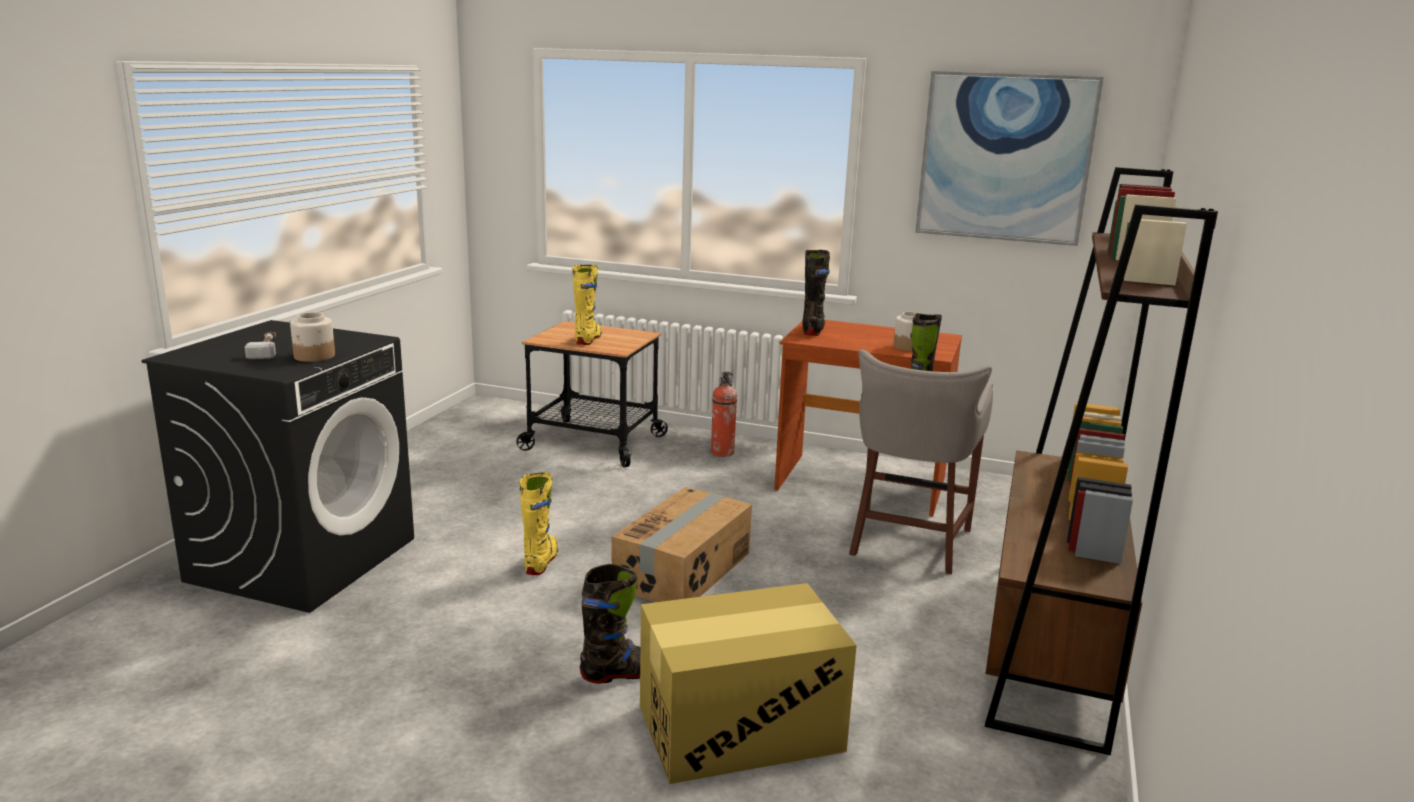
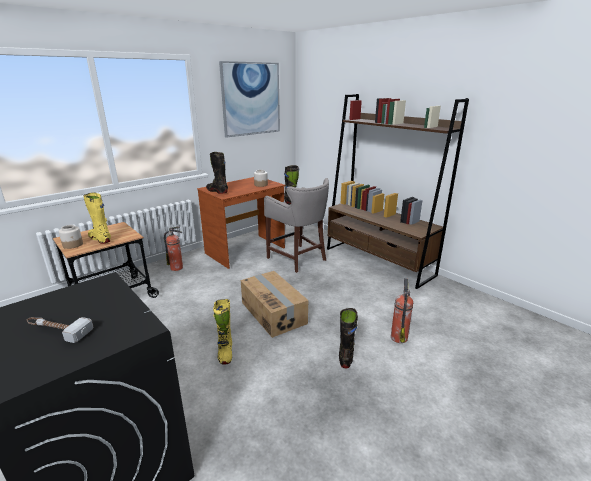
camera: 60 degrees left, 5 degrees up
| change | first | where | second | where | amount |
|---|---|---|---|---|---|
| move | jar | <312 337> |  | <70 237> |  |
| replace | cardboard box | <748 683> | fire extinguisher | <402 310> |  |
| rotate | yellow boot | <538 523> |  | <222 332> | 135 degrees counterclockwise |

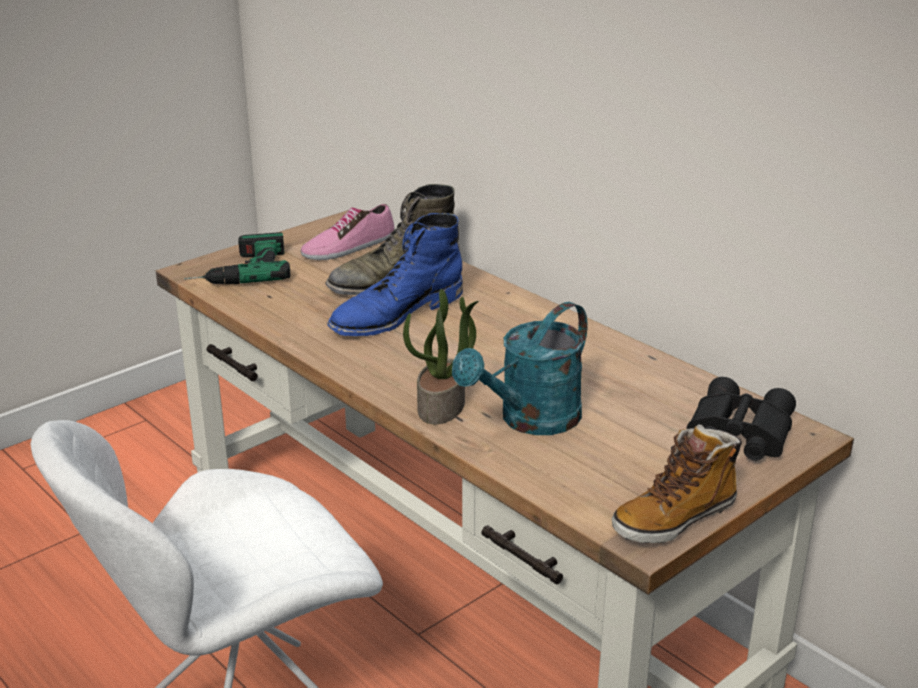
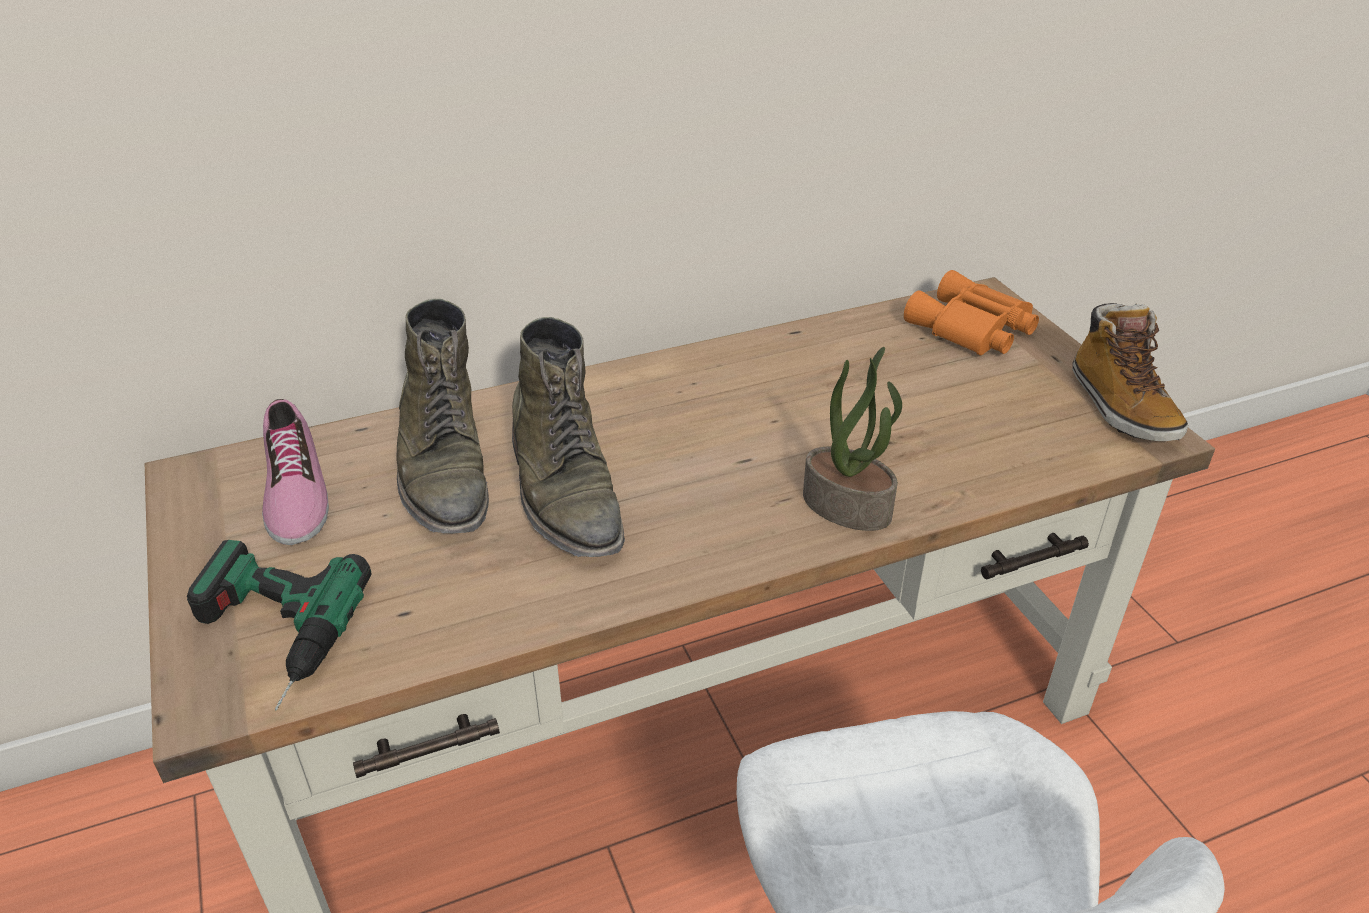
camera: 70 degrees left, 10 degrees up
| change | first | where | second | where | amount |
|---|---|---|---|---|---|
| delete | turquoise watering can | <520 368> |  |  |  |
| recolor | blue boot | <395 274> | green boot | <568 437> |  |
| recolor | black binoculars | <741 419> | orange binoculars | <971 313> |  |

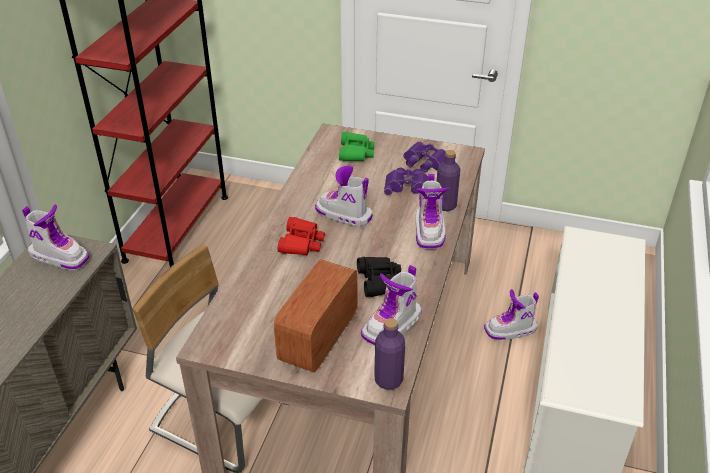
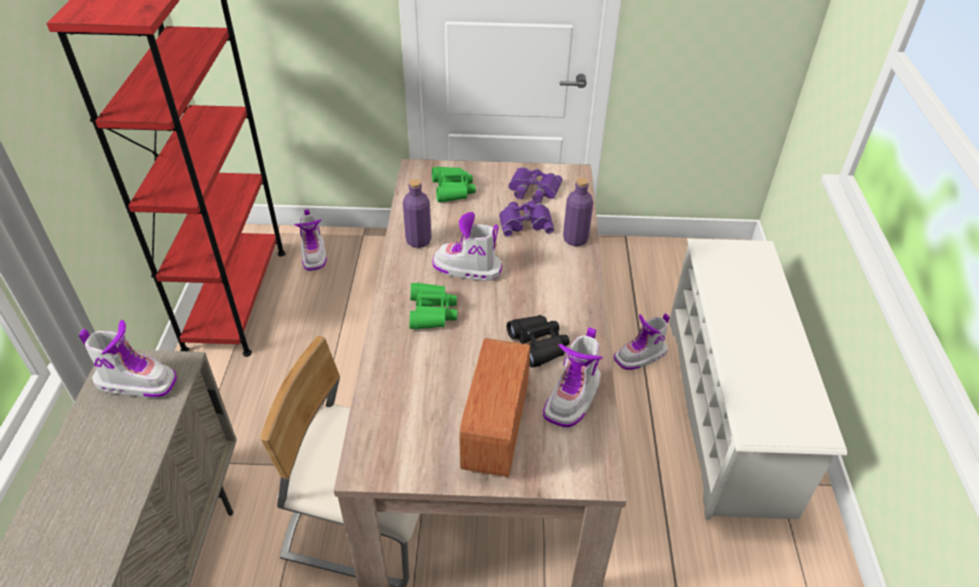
camera: 15 degrees left, 5 degrees up
| change | first | where | second | where | amount |
|---|---|---|---|---|---|
| move | purple bottle | <389 354> |  | <417 213> |  |
| move | boot | <432 211> |  | <310 240> |  |
| recolor | red binoculars | <301 236> | green binoculars | <433 306> |  |

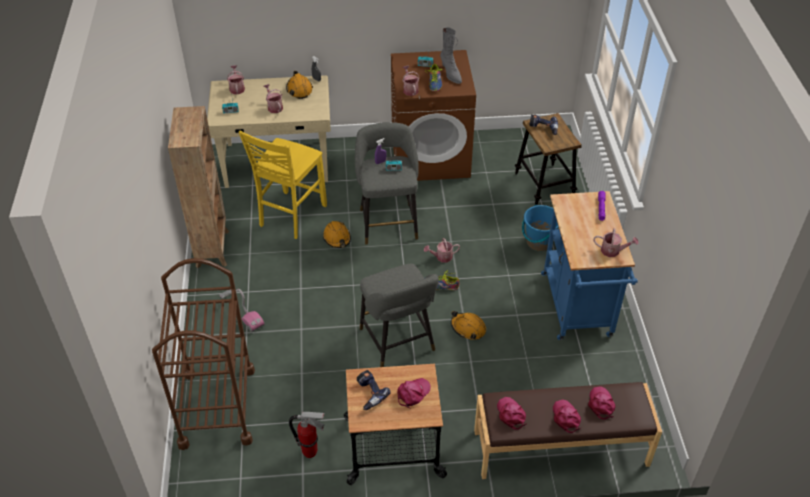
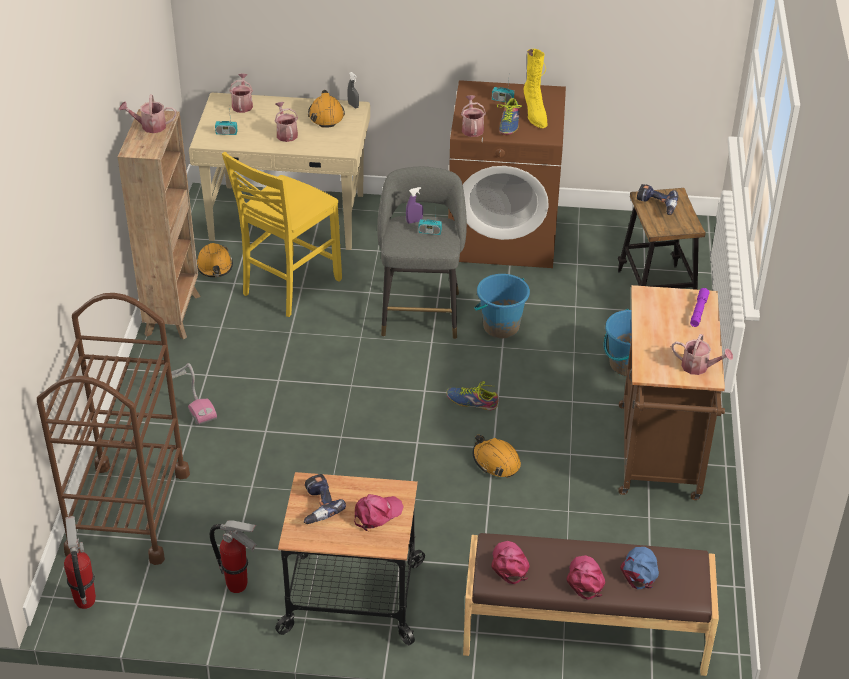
camera: 10 degrees right, 5 degrees down
| change | first | where | second | where | amount |
|---|---|---|---|---|---|
| delete | grey stool | <399 315> |  |  |  |
| insert |  |  | fire extinguisher | <80 562> |  |
| insert |  |  | blue bucket | <502 306> |  |
| move | orange hard hat | <337 234> |  | <215 260> |  |
| move | watering can | <442 250> |  | <147 113> |  |
| recolor | grey boot | <451 55> | yellow boot | <535 88> |  |
| recolor | blue cart | <589 265> | brown cart | <671 392> |  |
| recolor | pink cap | <601 403> | blue cap | <639 568> |  |

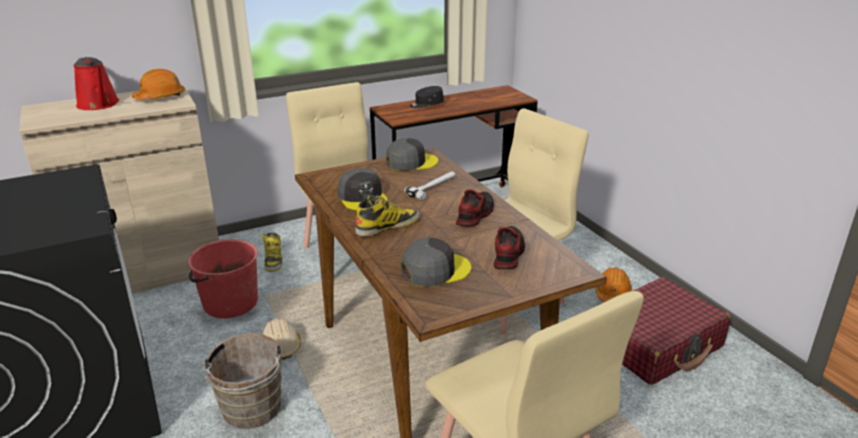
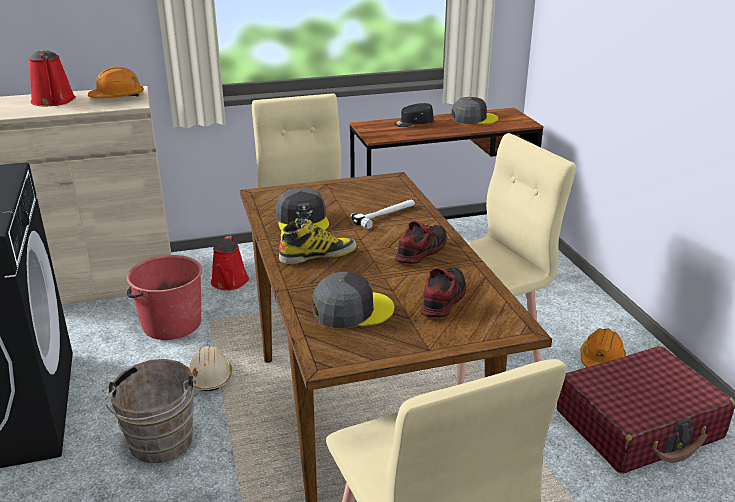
camera: 10 degrees right, 0 degrees up
| change | first | where | second | where | amount |
|---|---|---|---|---|---|
| move | grey cap | <412 154> |  | <474 110> |  |
| replace | boot | <272 252> | red watering can | <230 263> |  |

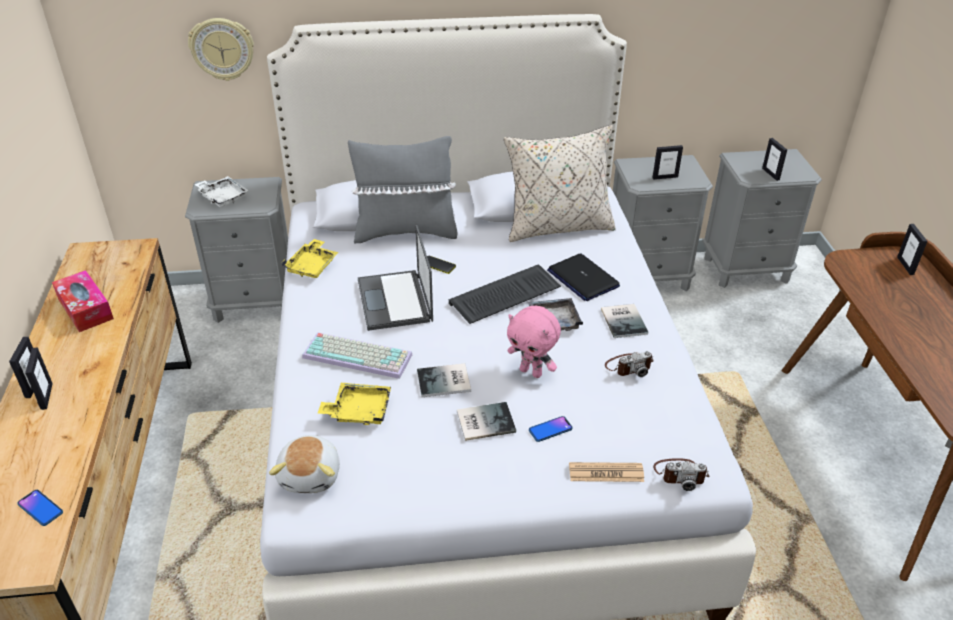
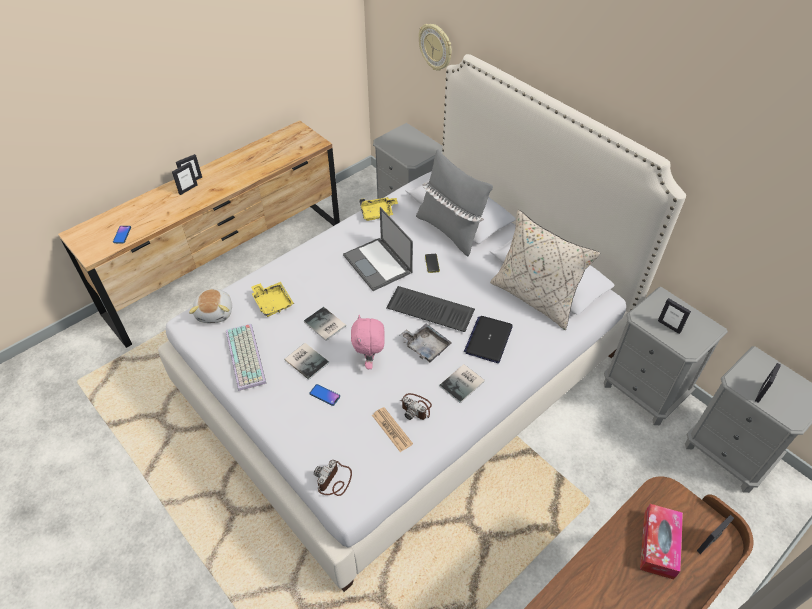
camera: 55 degrees right, 10 degrees up
| change | first | where | second | where | amount |
|---|---|---|---|---|---|
| delete | white tray | <221 192> |  |  |  |
| move | tissue box | <83 301> |  | <661 541> |  |
| move | keyboard | <357 355> |  | <246 357> |  |
| move | newspaper | <606 472> |  | <392 429> |  |
| rotate | plush toy | <304 464> |  | <210 305> | 60 degrees counterclockwise |
| rotate | laptop | <395 277> |  | <378 249> | 75 degrees counterclockwise |
| rotate | photo camera | <681 474> |  | <333 478> | 60 degrees clockwise |

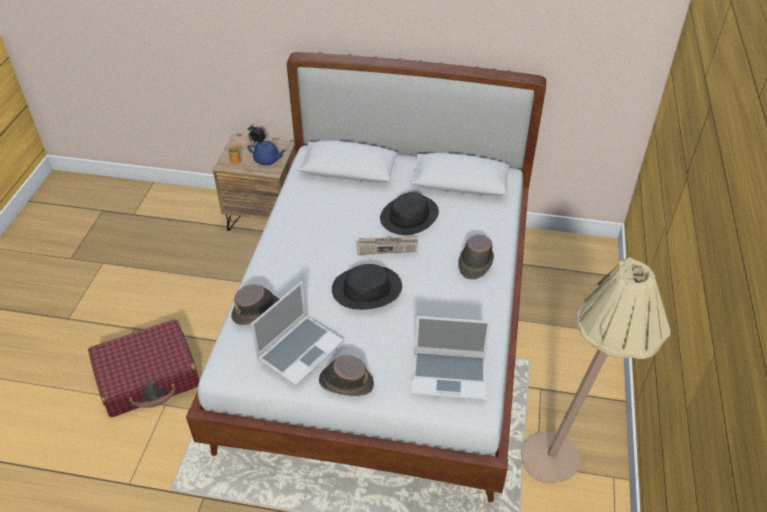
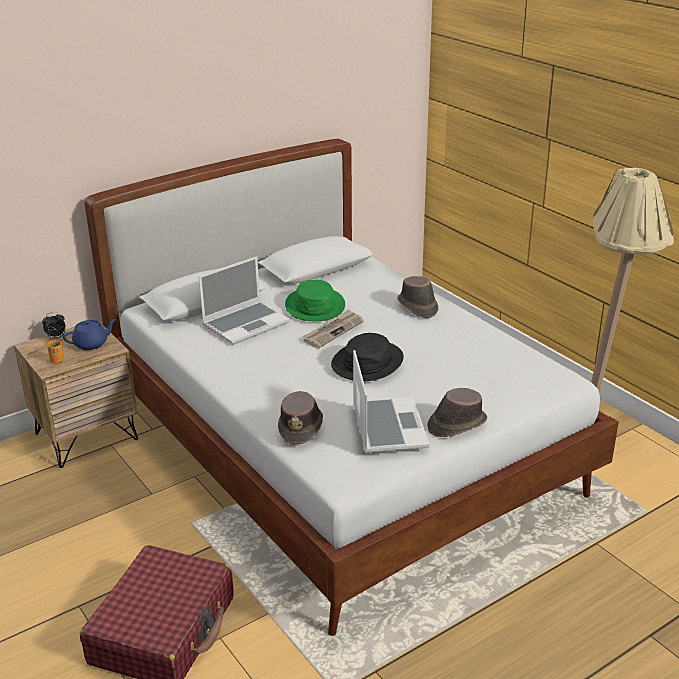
camera: 45 degrees left, 15 degrees down
| change | first | where | second | where | amount |
|---|---|---|---|---|---|
| move | laptop | <451 358> |  | <244 300> |  |
| recolor | black hat | <409 213> | green hat | <315 300> |  |

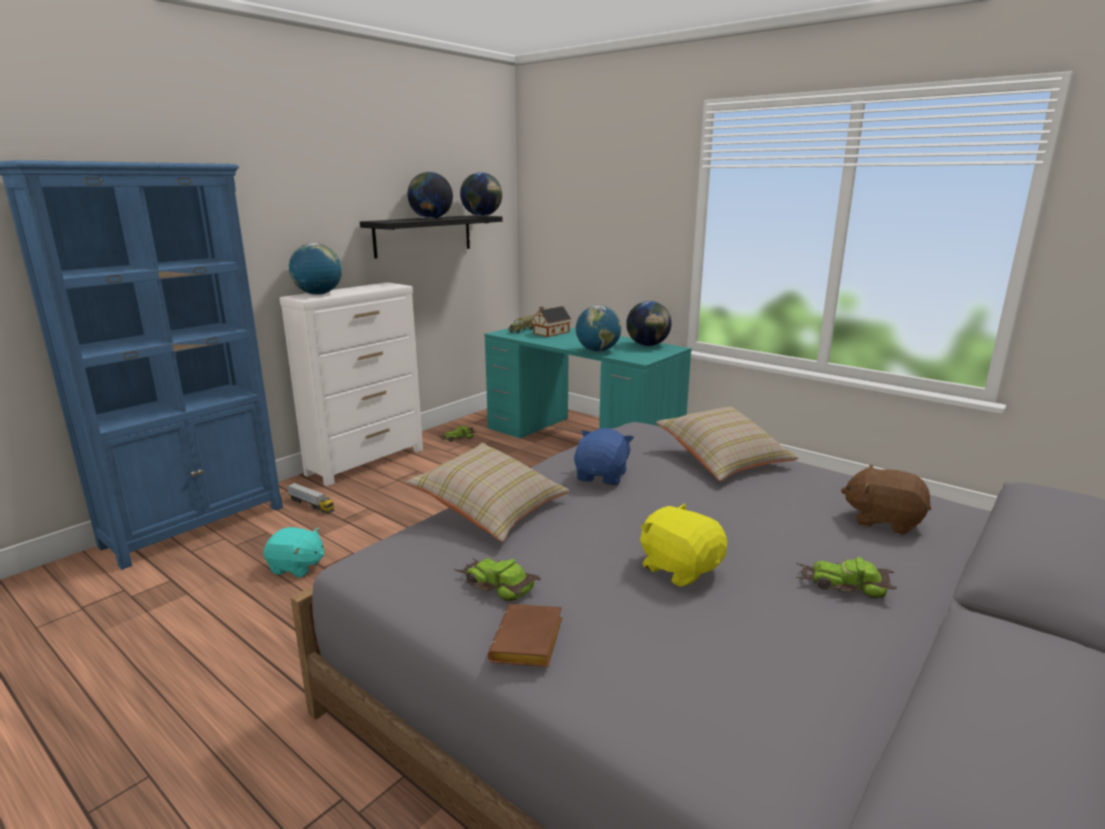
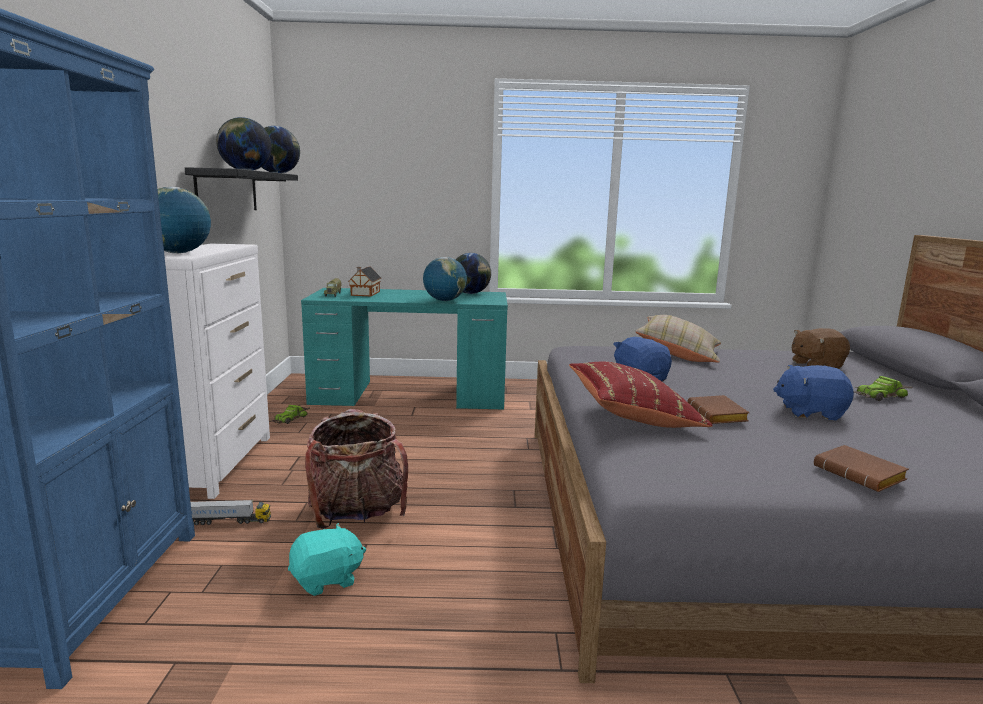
camera: 40 degrees left, 5 degrees down
| change | first | where | second | where | amount |
|---|---|---|---|---|---|
| delete | toy car | <497 580> |  |  |  |
| insert |  |  | backpack | <356 469> |  |
| insert |  |  | brown book | <719 409> |  |
| recolor | beige pillow | <488 492> | red pillow | <641 394> |  |
| recolor | yellow plush toy | <683 545> | blue plush toy | <813 392> |  |

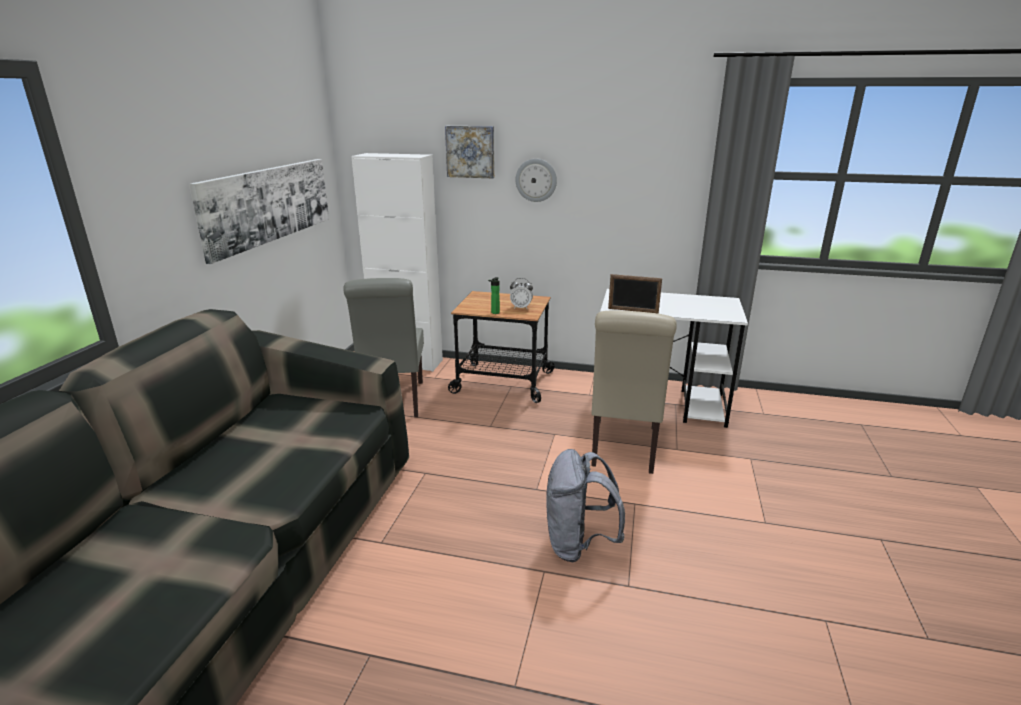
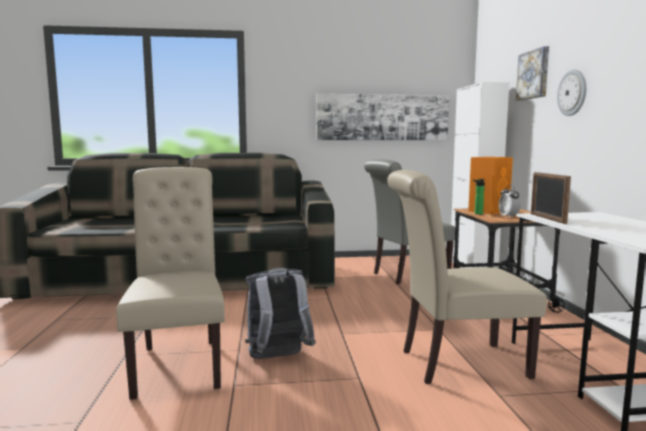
camera: 70 degrees right, 15 degrees down
| change | first | where | second | where | amount |
|---|---|---|---|---|---|
| insert |  |  | beige chair | <170 283> |  |
| insert |  |  | orange speaker | <490 185> |  |

